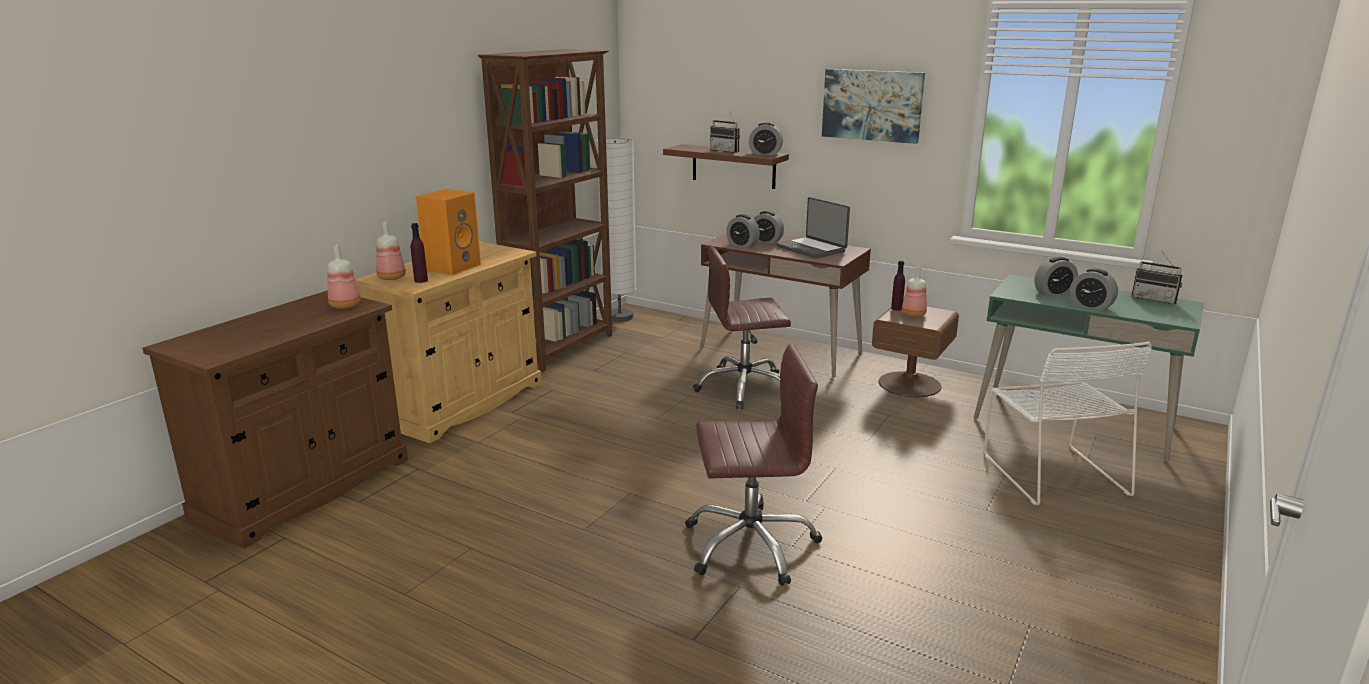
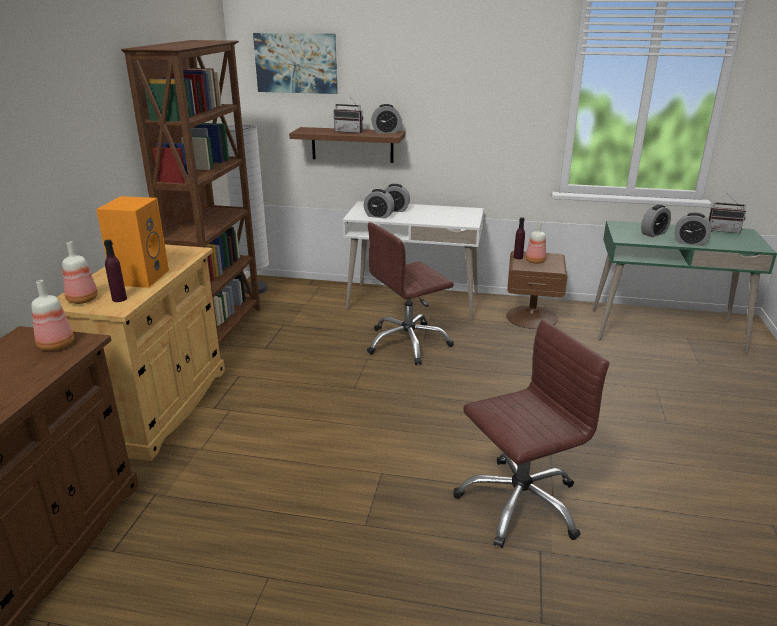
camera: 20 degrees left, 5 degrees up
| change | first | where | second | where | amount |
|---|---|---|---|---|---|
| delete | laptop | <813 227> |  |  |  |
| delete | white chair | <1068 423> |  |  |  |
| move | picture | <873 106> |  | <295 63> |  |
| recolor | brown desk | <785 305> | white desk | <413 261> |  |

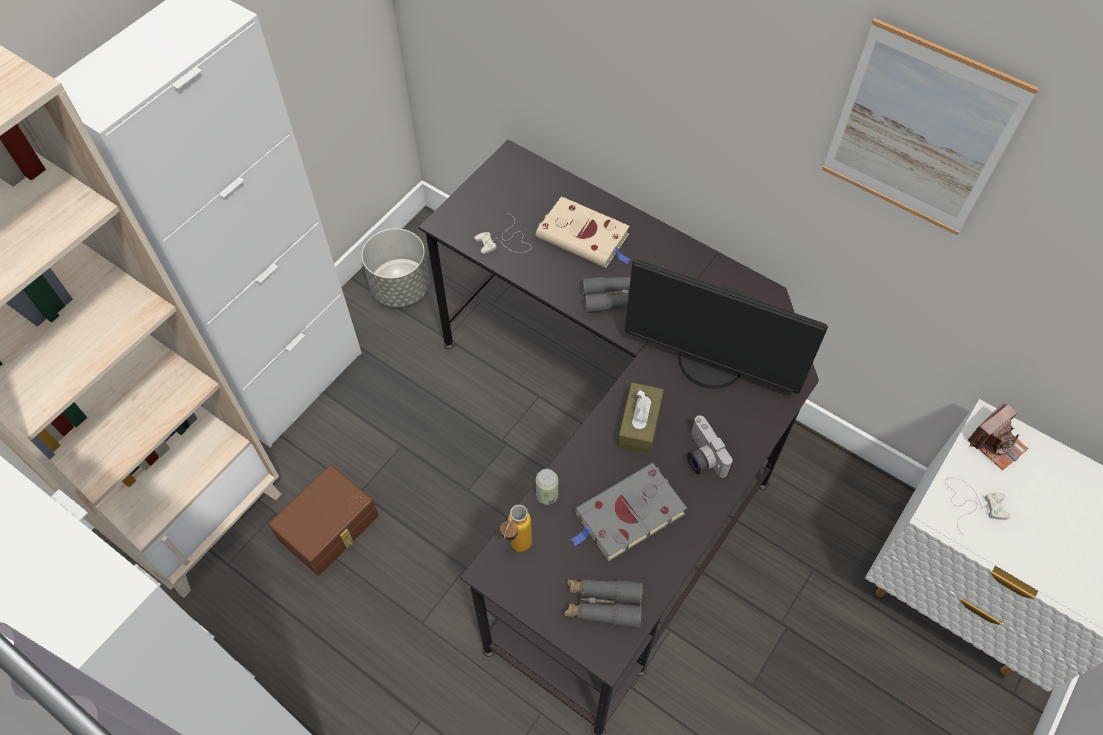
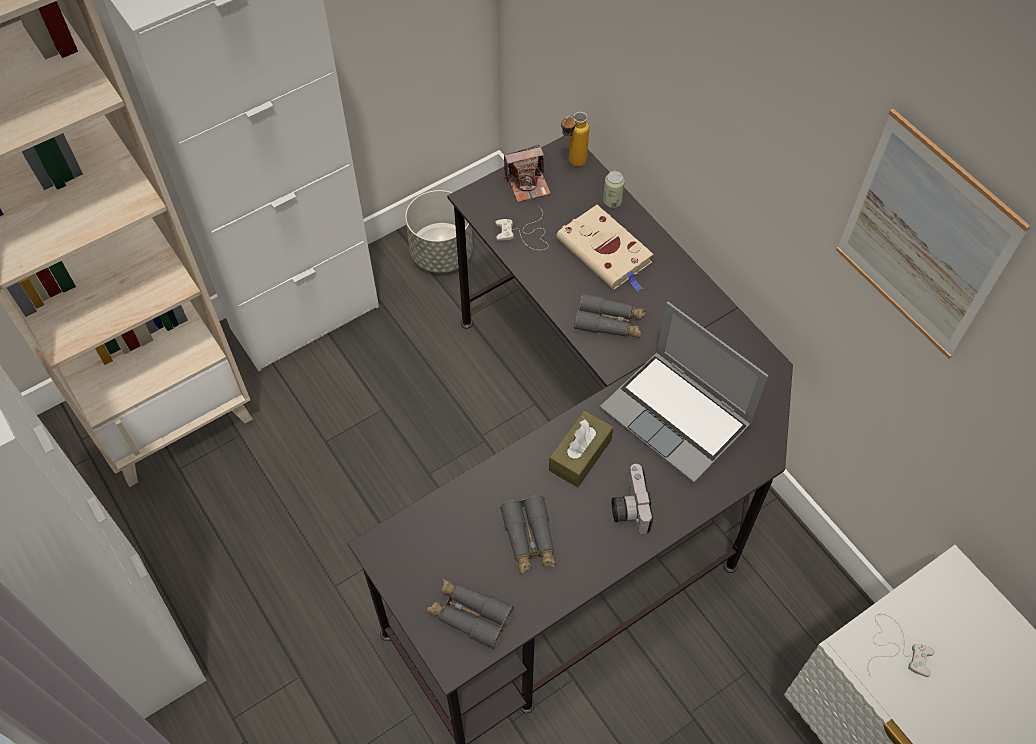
camera: 20 degrees right, 0 degrees up
| change | first | where | second | where | amount |
|---|---|---|---|---|---|
| delete | brown storage box | <323 520> |  |  |  |
| move | bottle | <516 528> |  | <575 139> |  |
| move | can | <547 487> |  | <614 189> |  |
| move | photo camera | <998 436> |  | <527 173> |  |
| replace | grey book | <628 512> | grey binoculars | <528 534> |  |
| replace | monitor | <726 327> | laptop | <684 393> |  |

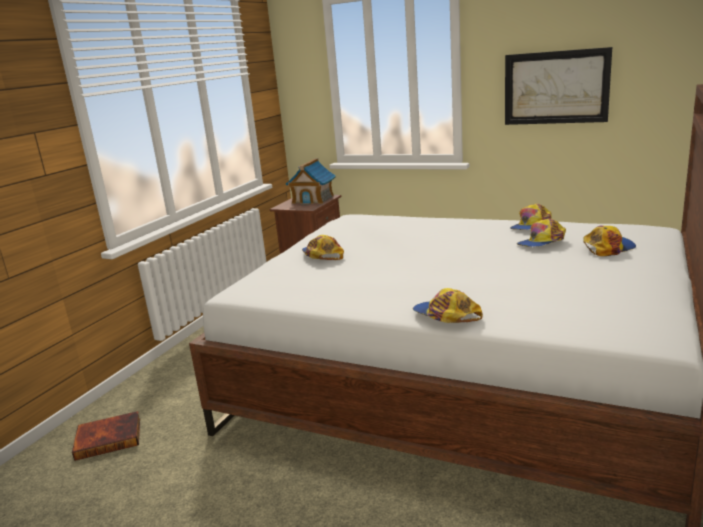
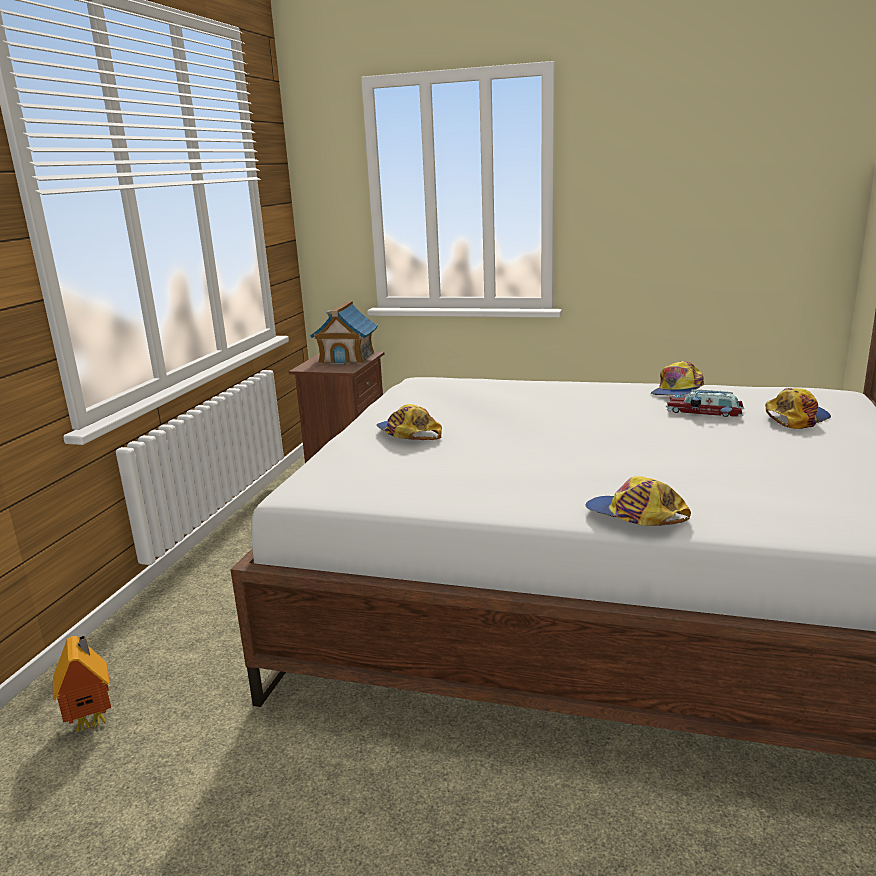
camera: 10 degrees left, 0 degrees up
| change | first | where | second | where | amount |
|---|---|---|---|---|---|
| delete | picture | <558 86> |  |  |  |
| replace | book | <106 436> | toy house | <82 684> |  |
| replace | cap | <541 233> | toy car | <705 403> |  |

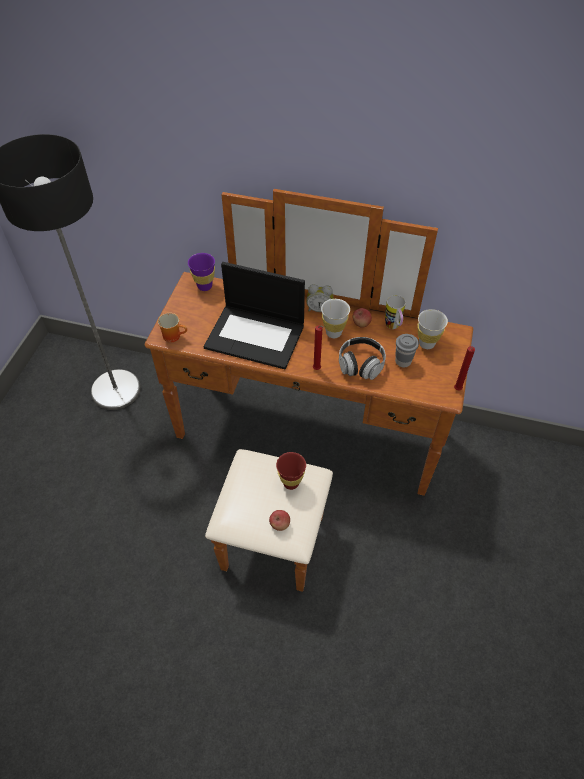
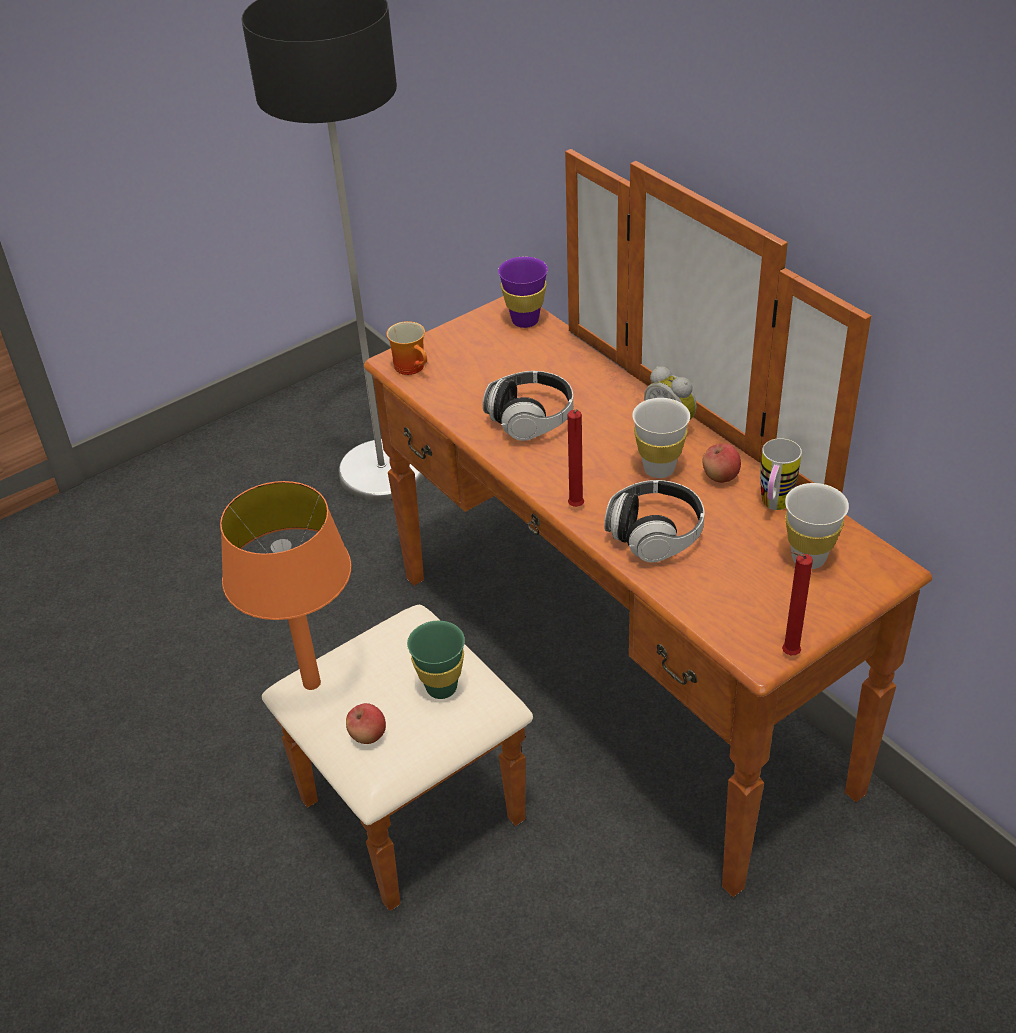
camera: 40 degrees right, 10 degrees down
| change | first | where | second | where | amount |
|---|---|---|---|---|---|
| delete | grey cup | <407 350> |  |  |  |
| insert |  |  | orange table lamp | <286 585> |  |
| replace | laptop | <254 315> | headphones | <528 406> |  |
| recolor | red cup | <291 471> | green cup | <436 660> |  |

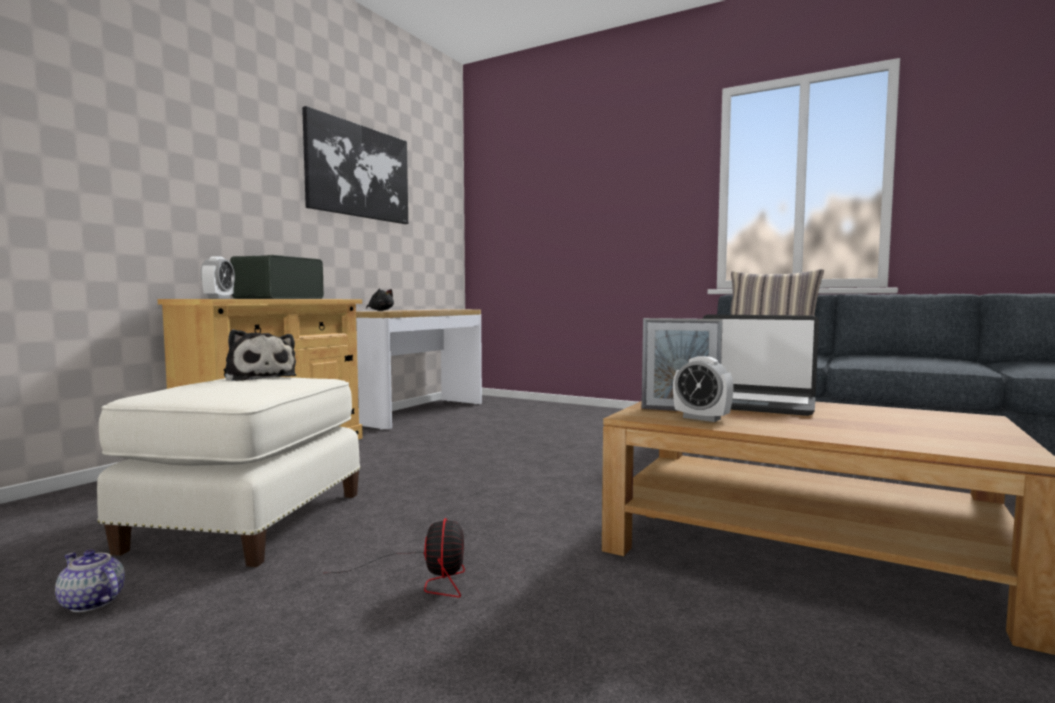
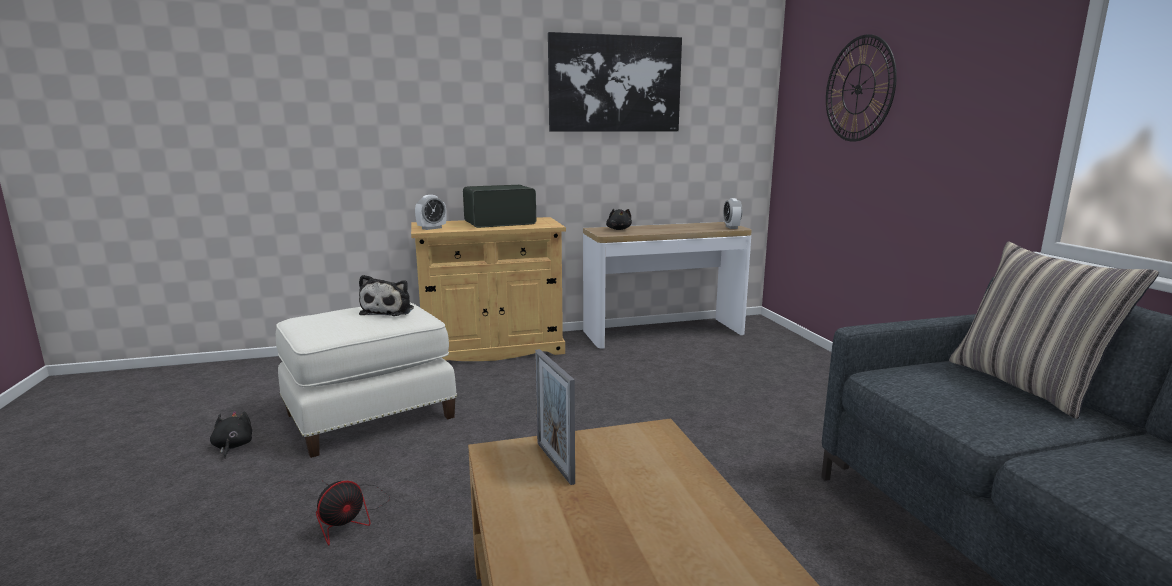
camera: 45 degrees right, 10 degrees up
| change | first | where | second | where | amount |
|---|---|---|---|---|---|
| delete | laptop | <760 365> |  |  |  |
| insert |  |  | wall clock | <861 88> |  |
| move | alarm clock | <703 389> |  | <732 213> |  |
| replace | teapot | <90 581> | black plush toy | <231 435> |  |

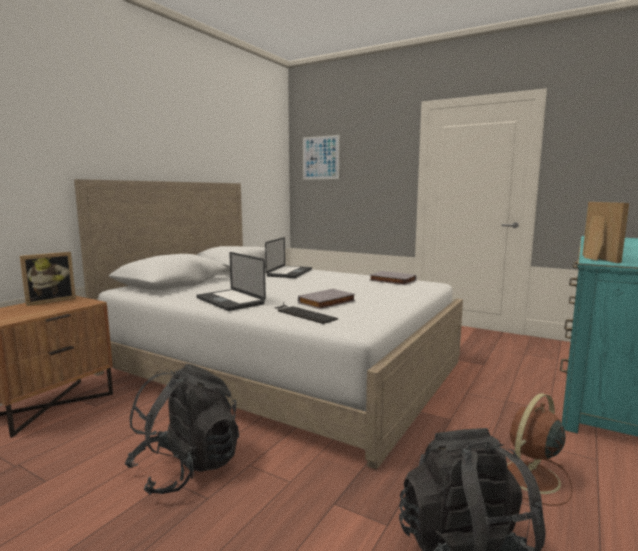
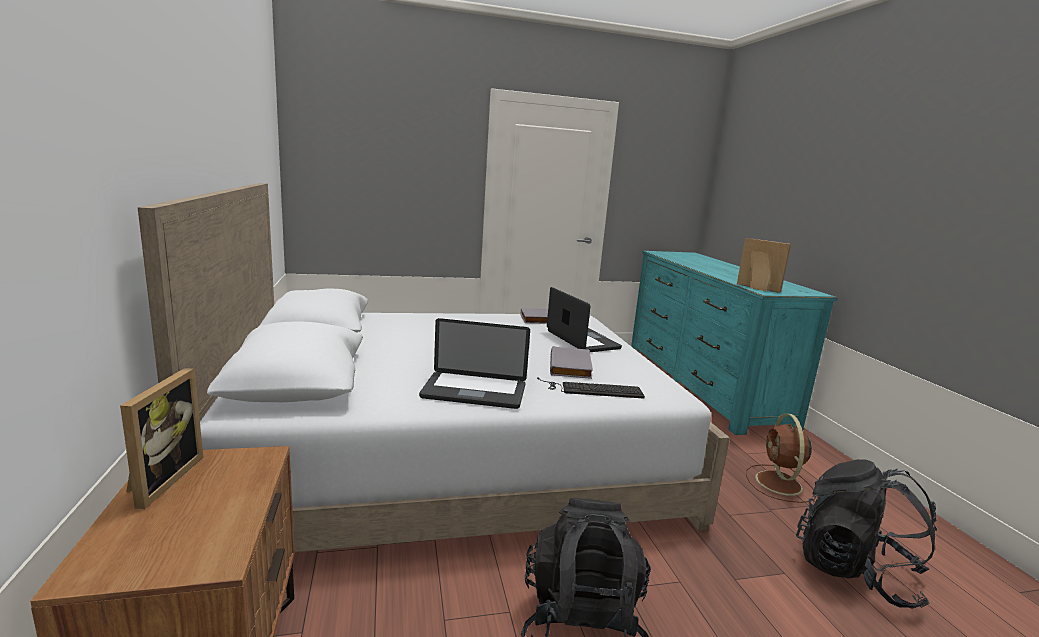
camera: 45 degrees left, 5 degrees up
| change | first | where | second | where | amount |
|---|---|---|---|---|---|
| delete | picture | <321 157> |  |  |  |
| move | laptop | <288 257> |  | <584 319> |  |

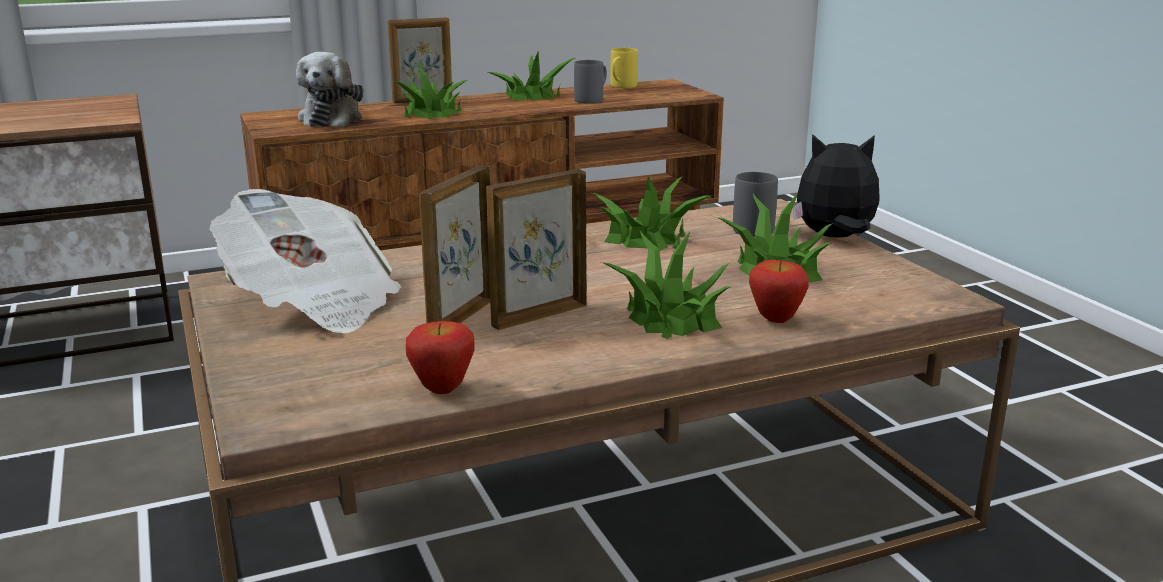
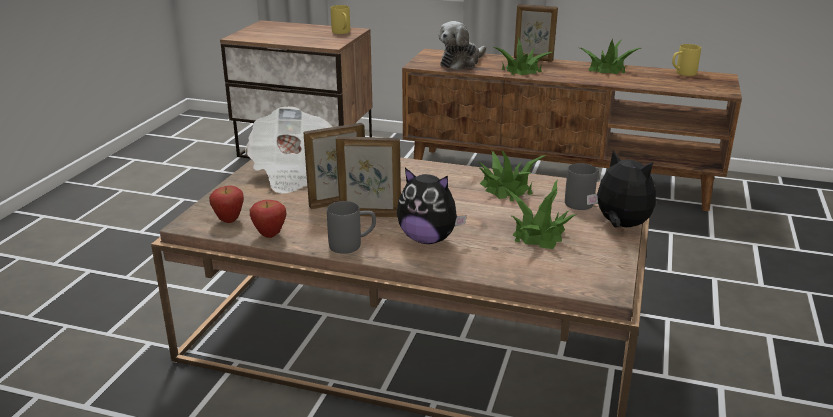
camera: 40 degrees right, 5 degrees up
| change | first | where | second | where | amount |
|---|---|---|---|---|---|
| insert |  |  | yellow mug | <340 19> |  |
| move | grey mug | <590 82> |  | <351 227> |  |
| move | apple | <779 291> |  | <226 204> |  |
| replace | potted plant | <666 285> | plush toy | <432 206> |  |

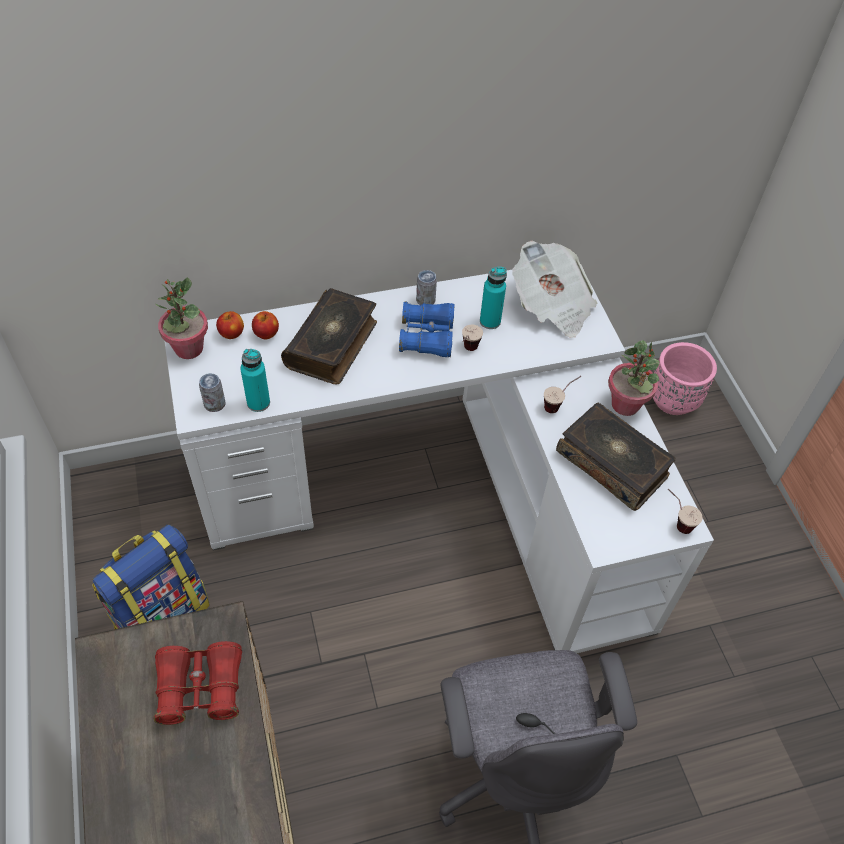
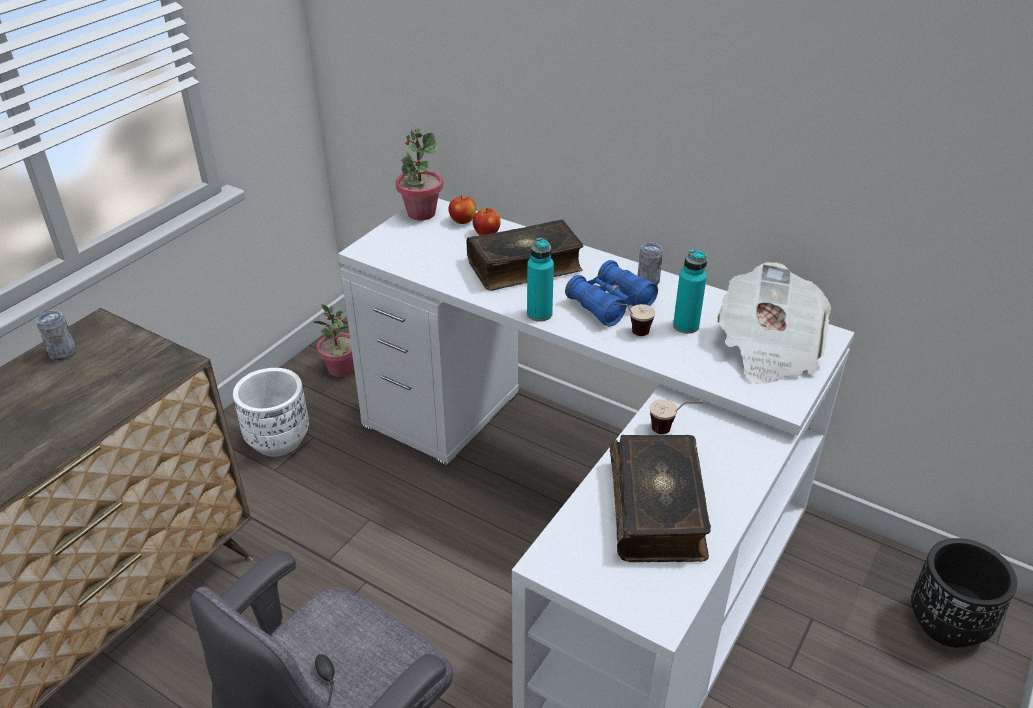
camera: 50 degrees right, 15 degrees down
| change | first | where | second | where | amount |
|---|---|---|---|---|---|
| delete | red binoculars | <197 683> |  |  |  |
| delete | cup | <685 511> |  |  |  |
| move | can | <212 392> |  | <56 335> |  |
| move | turquoise bottle | <255 380> |  | <540 279> |  |
| move | potted plant | <634 378> |  | <333 340> |  |
| replace | backpack | <151 576> | white planter | <271 412> |  |
| recolor | pink planter | <685 378> | black planter | <964 592> |  |

